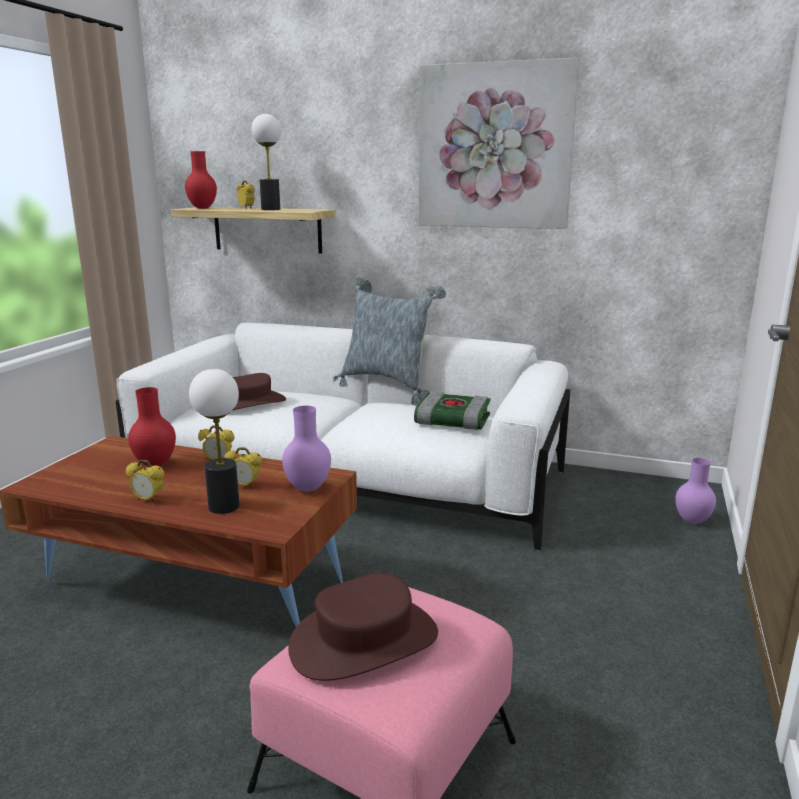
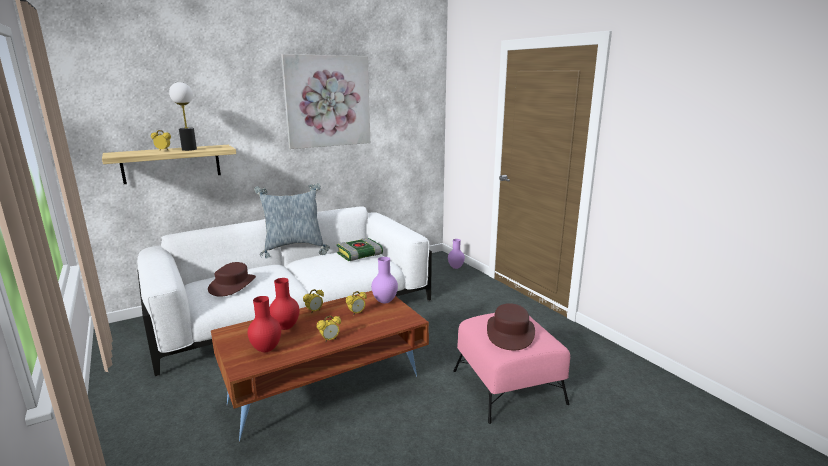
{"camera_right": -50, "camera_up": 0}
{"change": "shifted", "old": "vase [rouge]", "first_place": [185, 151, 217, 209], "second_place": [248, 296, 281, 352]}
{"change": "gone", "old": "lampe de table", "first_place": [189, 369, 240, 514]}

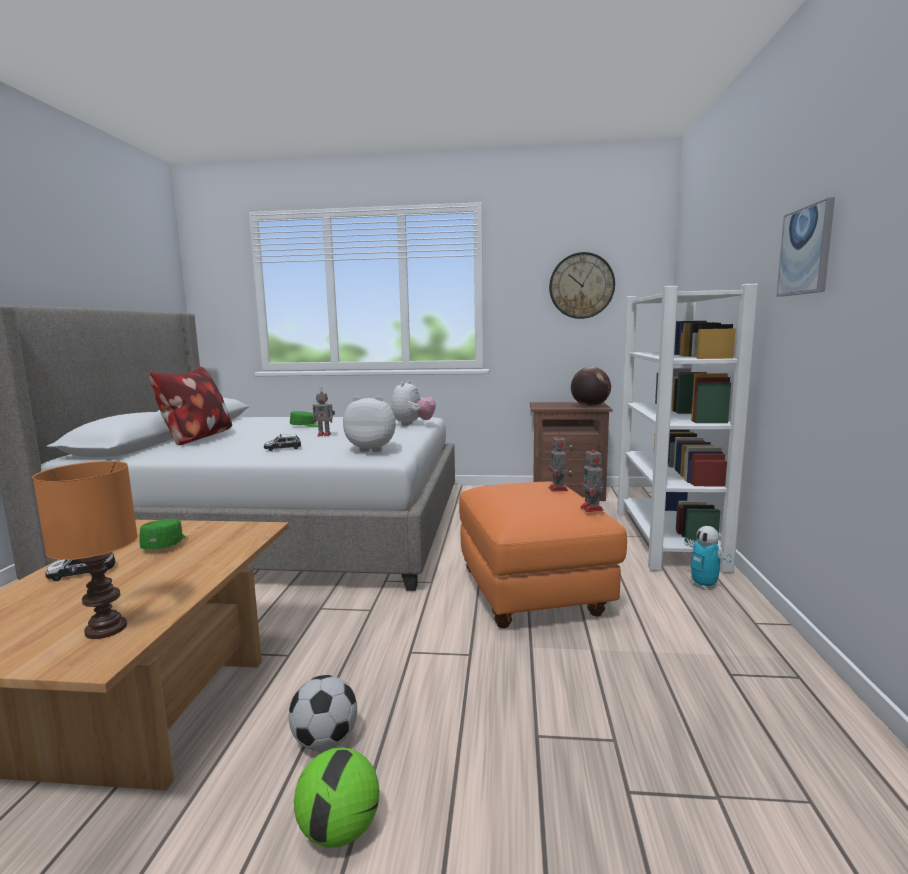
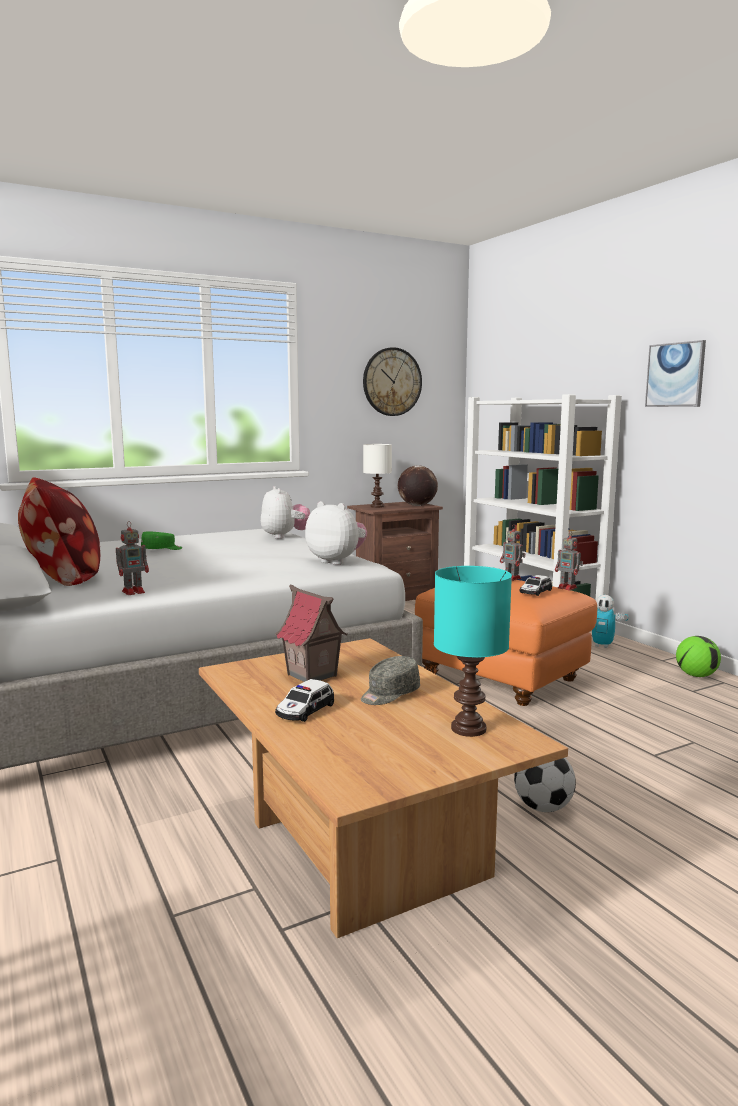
{"camera_right": -35, "camera_up": 0}
{"change": "shifted", "old": "robot jouet", "first_place": [313, 388, 335, 436], "second_place": [116, 521, 149, 595]}
{"change": "swapped", "old": "casquette [vert]", "new": "maison miniature", "first_place": [139, 519, 185, 550], "second_place": [276, 585, 348, 682]}
{"change": "rotated", "old": "peluche", "first_place": [343, 396, 396, 452], "second_place": [305, 501, 367, 565], "degrees": 60}
{"change": "new", "new": "casquette [gris]", "second_place": [361, 656, 420, 705]}
{"change": "new", "new": "lampe de table [blanc]", "second_place": [363, 444, 392, 508]}
{"change": "repainted", "old": "lampe de table [orange]", "new": "lampe de table [turquoise]", "first_place": [32, 461, 138, 639], "second_place": [434, 566, 512, 737]}
{"change": "shifted", "old": "petite voiture", "first_place": [264, 434, 301, 451], "second_place": [520, 575, 552, 596]}
{"change": "shifted", "old": "ballon de foot", "first_place": [294, 748, 379, 848], "second_place": [676, 636, 721, 677]}

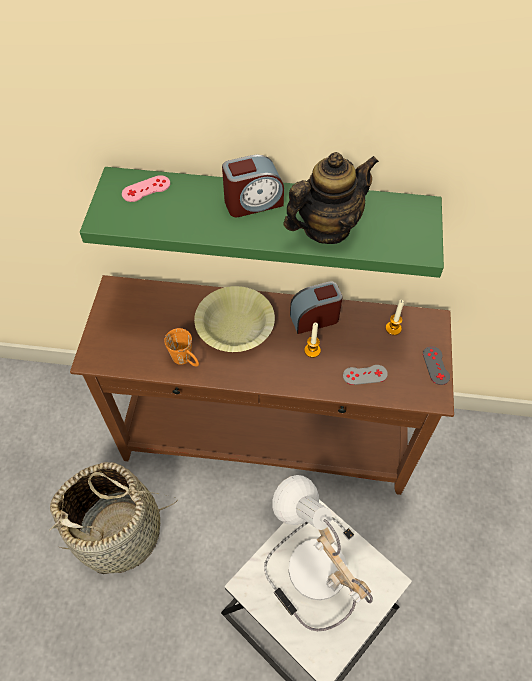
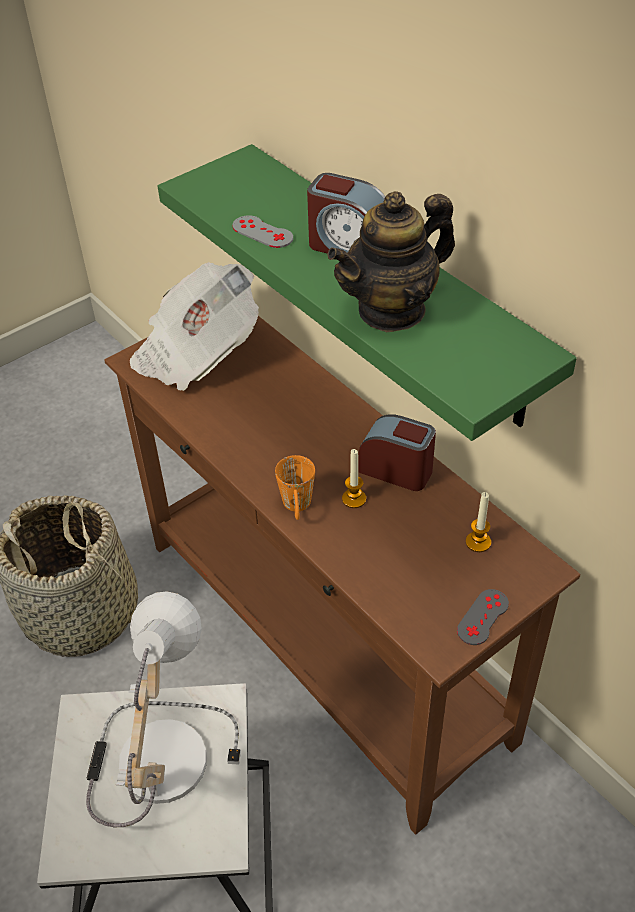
{"camera_right": 45, "camera_up": -10}
{"change": "new", "new": "journal", "second_place": [130, 262, 259, 391]}
{"change": "shifted", "old": "manette [gris]", "first_place": [343, 365, 388, 385], "second_place": [233, 215, 293, 248]}
{"change": "shifted", "old": "mug [orange]", "first_place": [164, 328, 199, 366], "second_place": [275, 455, 315, 520]}
{"change": "rotated", "old": "théière", "first_place": [283, 152, 379, 244], "second_place": [327, 191, 455, 332], "degrees": 135}
{"change": "gone", "old": "manette [rose]", "first_place": [122, 175, 170, 202]}
{"change": "gone", "old": "bol [jaune]", "first_place": [194, 286, 275, 352]}

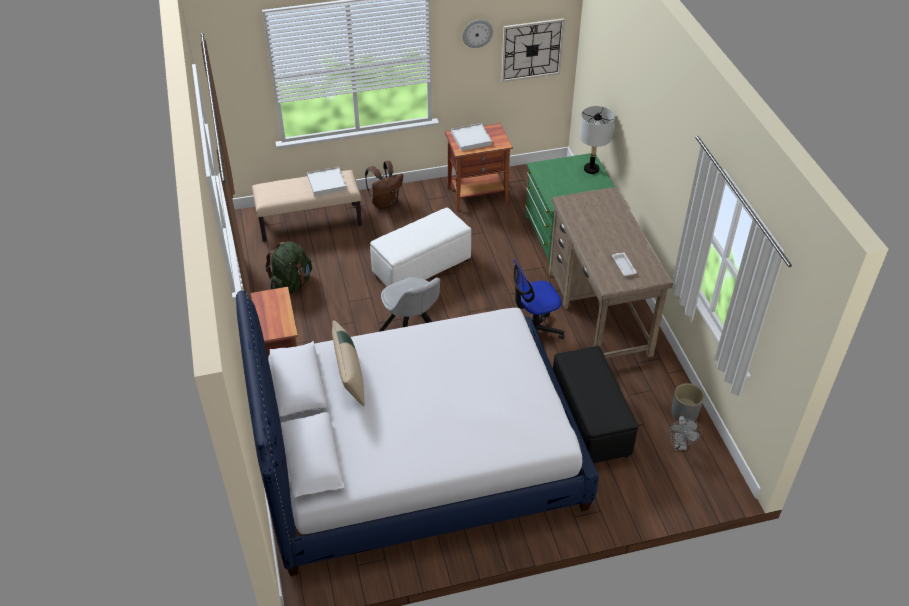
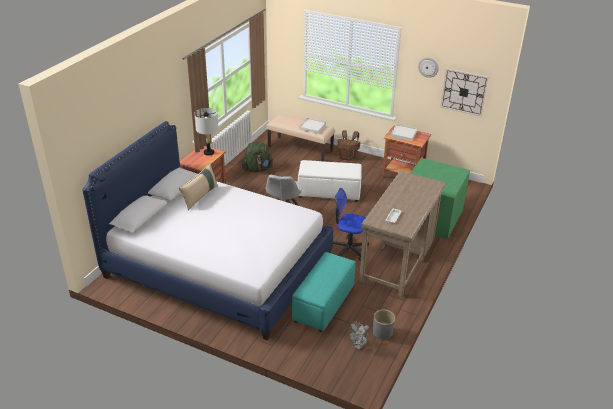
{"camera_right": 40, "camera_up": -10}
{"change": "shifted", "old": "lampe de table [gris]", "first_place": [579, 106, 615, 174], "second_place": [194, 108, 219, 156]}
{"change": "repainted", "old": "pouf [noir]", "new": "pouf [turquoise]", "first_place": [553, 346, 638, 463], "second_place": [292, 252, 356, 332]}

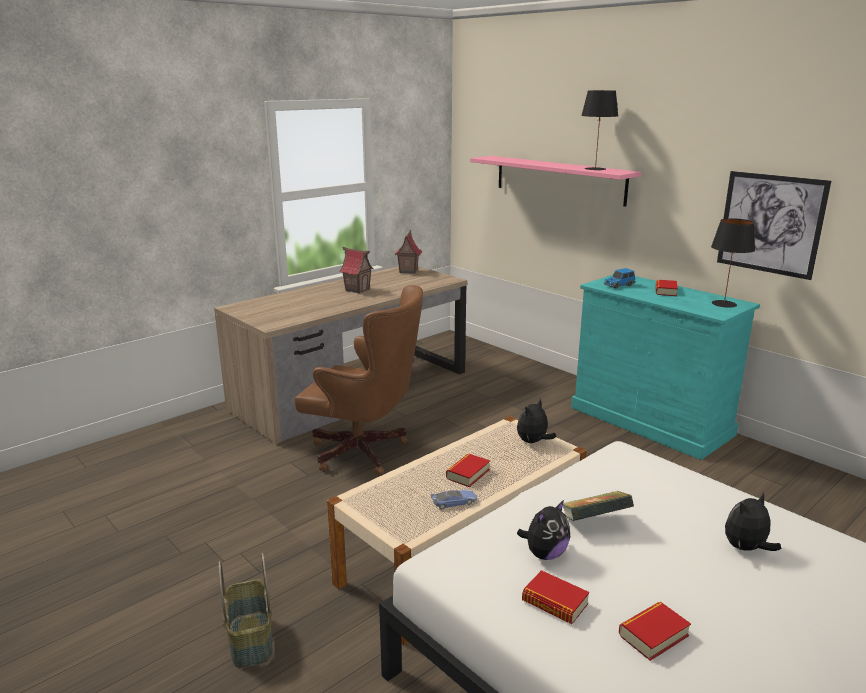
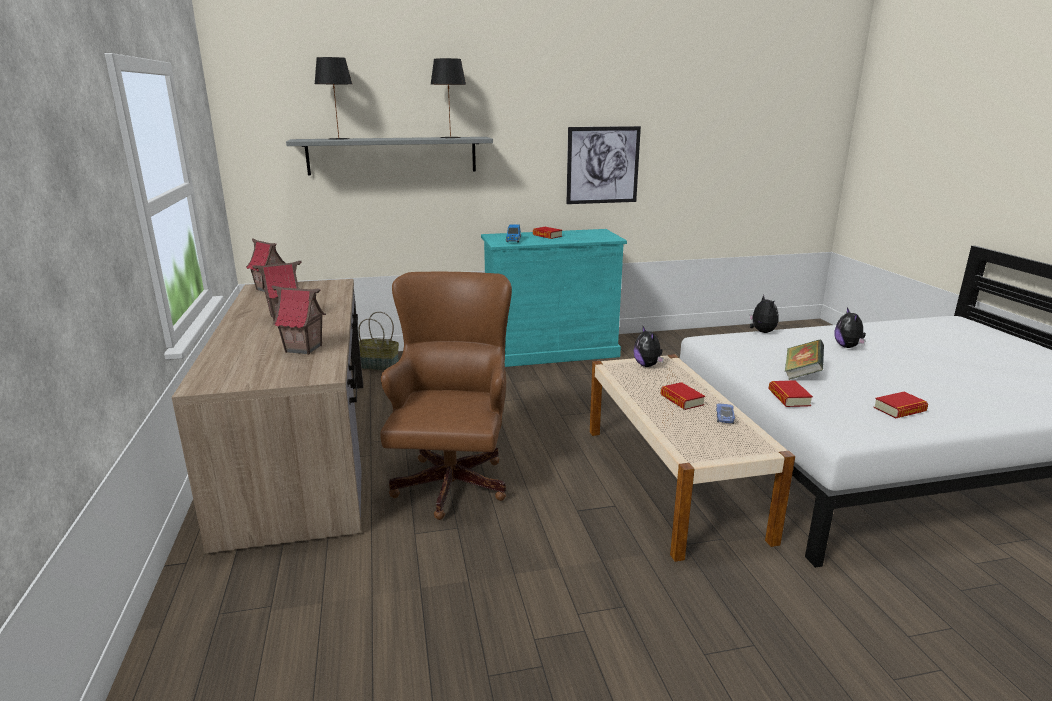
{"camera_right": -60, "camera_up": 0}
{"change": "new", "new": "maison miniature", "second_place": [272, 286, 326, 355]}
{"change": "repainted", "old": "étagère [rose]", "new": "étagère [gris]", "first_place": [470, 156, 642, 207], "second_place": [286, 137, 493, 175]}
{"change": "shifted", "old": "lampe de table [noir]", "first_place": [711, 218, 755, 308], "second_place": [315, 57, 352, 140]}
{"change": "shifted", "old": "panier", "first_place": [219, 553, 272, 668], "second_place": [358, 312, 399, 371]}
{"change": "rotated", "old": "chaise de bureau [marron]", "first_place": [295, 285, 423, 475], "second_place": [380, 272, 512, 520], "degrees": -45}
{"change": "shifted", "old": "peluche", "first_place": [517, 500, 570, 560], "second_place": [749, 295, 778, 333]}
{"change": "shifted", "old": "livre", "first_place": [619, 602, 691, 661], "second_place": [769, 380, 813, 407]}

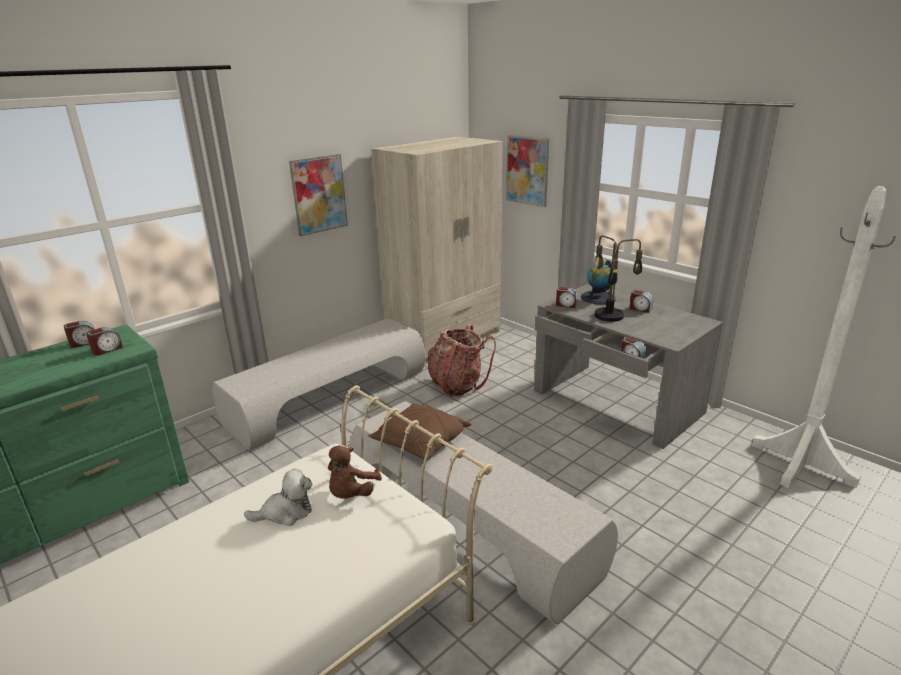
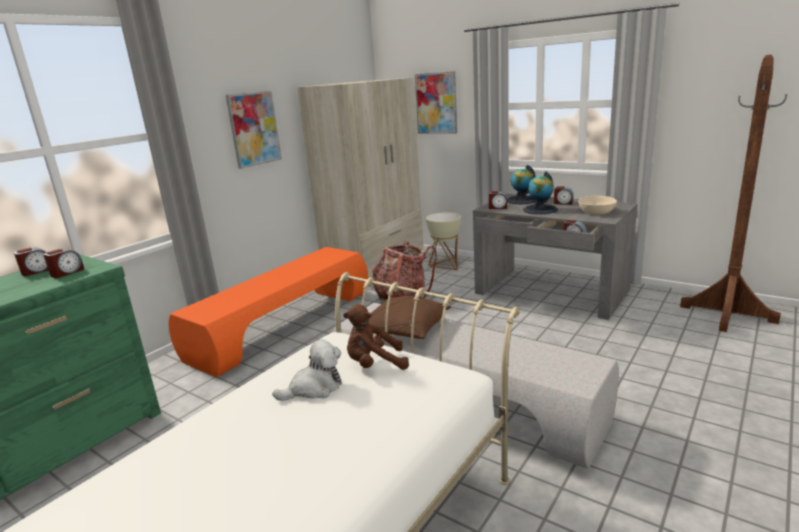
{"camera_right": -10, "camera_up": -5}
{"change": "repainted", "old": "banc [gris]", "new": "banc [orange]", "first_place": [212, 318, 425, 451], "second_place": [169, 247, 368, 377]}
{"change": "rotated", "old": "peluche [marron]", "first_place": [328, 445, 382, 499], "second_place": [343, 304, 409, 370], "degrees": 75}
{"change": "new", "new": "cache-pot", "second_place": [426, 212, 461, 270]}
{"change": "swapped", "old": "lampe de table", "new": "globe", "first_place": [594, 236, 642, 322], "second_place": [523, 172, 558, 214]}
{"change": "new", "new": "bol [beige]", "second_place": [578, 195, 617, 214]}
{"change": "repainted", "old": "portant [blanc]", "new": "portant [marron]", "first_place": [752, 186, 896, 488], "second_place": [680, 55, 787, 332]}

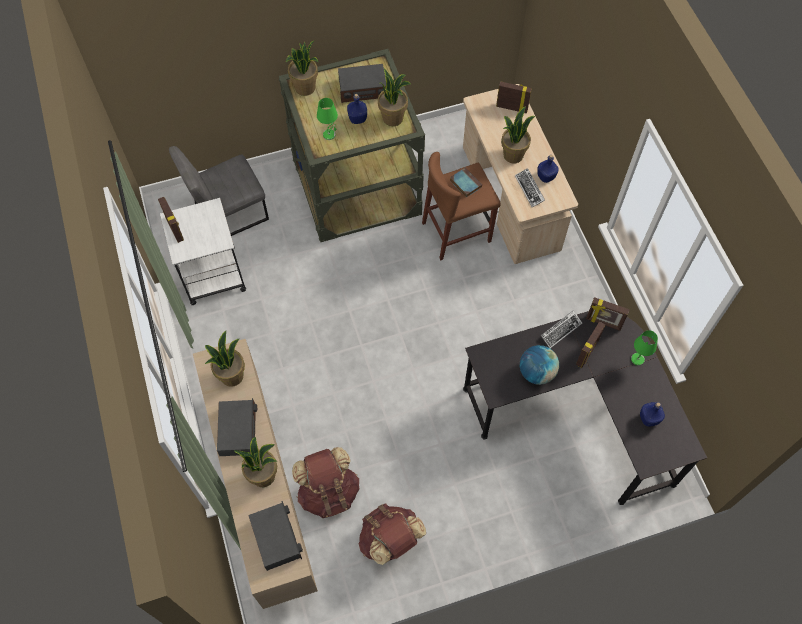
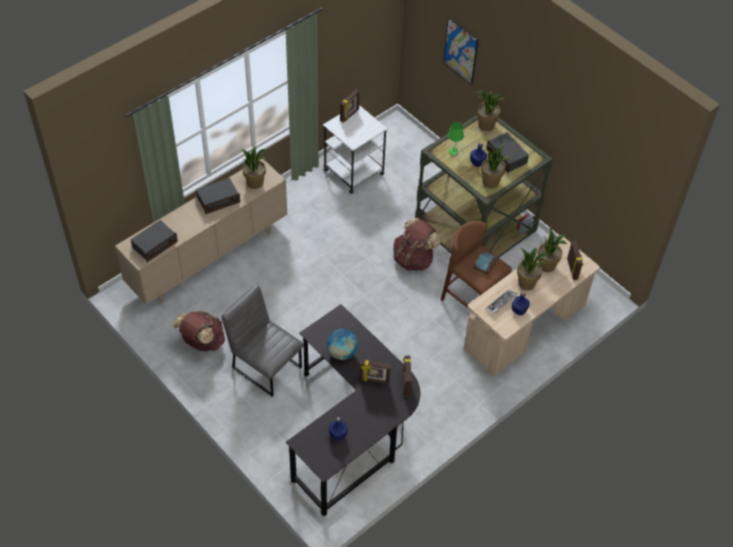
{"camera_right": 65, "camera_up": -10}
{"change": "shifted", "old": "chaise [gris]", "first_place": [169, 146, 269, 236], "second_place": [222, 285, 303, 397]}
{"change": "shifted", "old": "sac à dos [marron]", "first_place": [292, 447, 360, 518], "second_place": [393, 217, 441, 271]}
{"change": "new", "new": "tableau", "second_place": [443, 17, 478, 85]}
{"change": "shifted", "old": "plante en pot", "first_place": [234, 437, 277, 487], "second_place": [537, 227, 567, 272]}
{"change": "gone", "old": "clavier", "first_place": [541, 310, 582, 348]}
{"change": "gone", "old": "lampe de table [vert]", "first_place": [631, 330, 658, 366]}

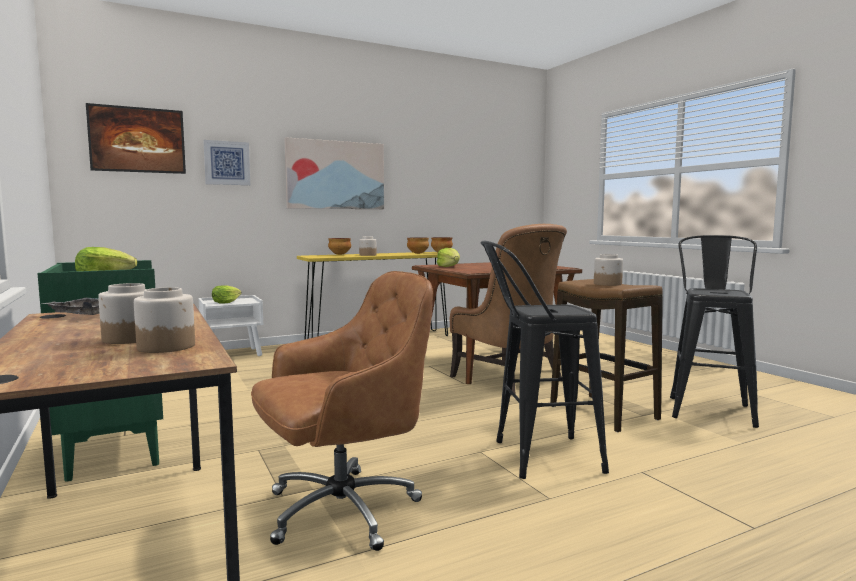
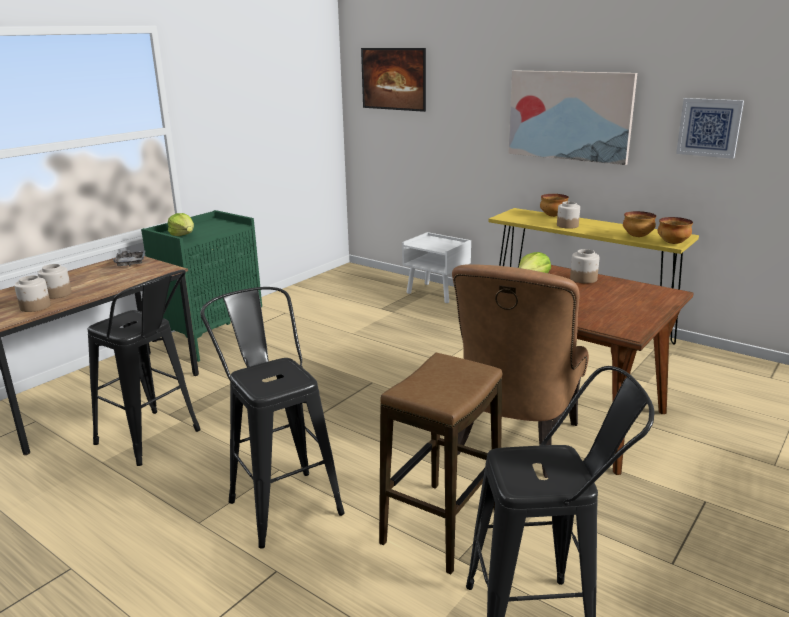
{"camera_right": 65, "camera_up": 15}
{"change": "swapped", "old": "chaise de bureau [marron]", "new": "tabouret [noir]", "first_place": [251, 271, 433, 551], "second_place": [88, 270, 200, 466]}
{"change": "shifted", "old": "bocal", "first_place": [594, 254, 623, 286], "second_place": [570, 249, 600, 283]}
{"change": "shifted", "old": "tableau", "first_place": [203, 140, 250, 185], "second_place": [676, 98, 744, 159]}
{"change": "gone", "old": "laitue", "first_place": [212, 285, 241, 304]}

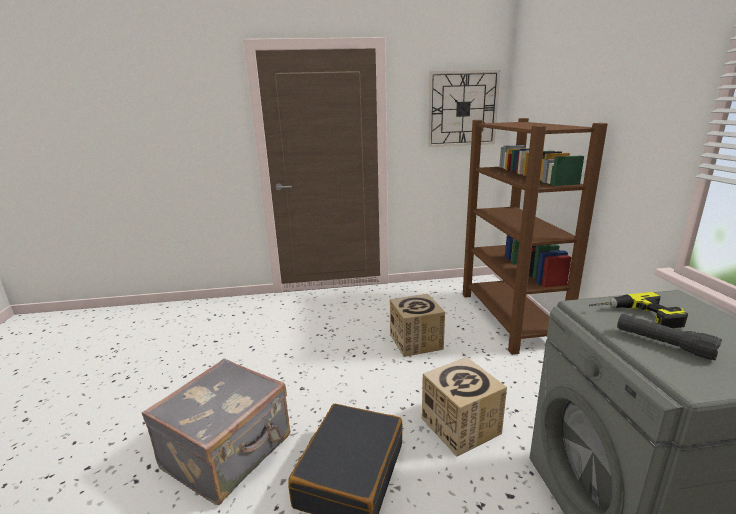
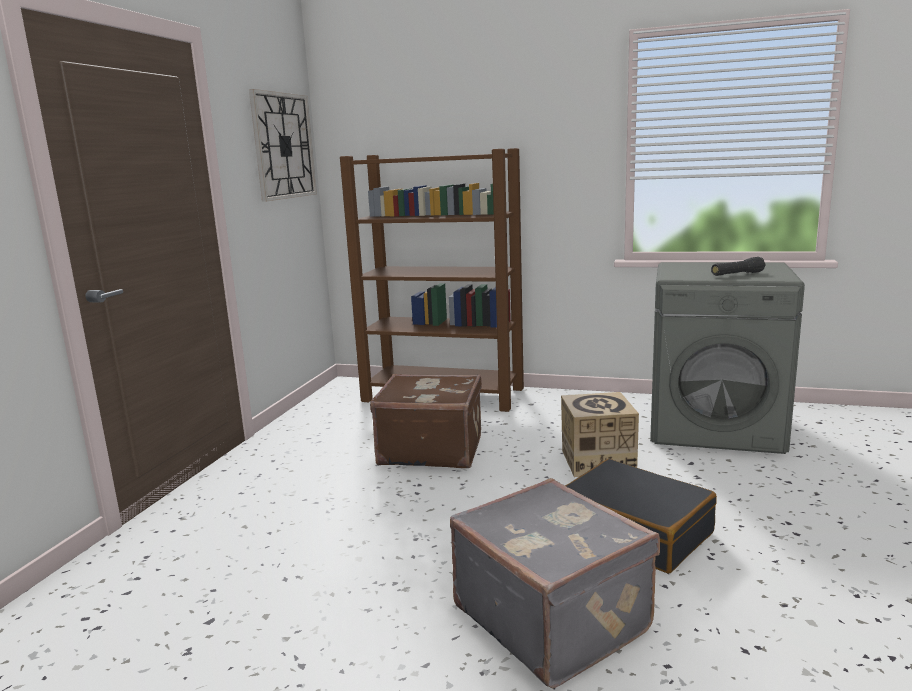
{"camera_right": -65, "camera_up": -5}
{"change": "swapped", "old": "carton", "new": "valise [marron]", "first_place": [390, 294, 445, 357], "second_place": [370, 374, 482, 468]}
{"change": "gone", "old": "perceuse", "first_place": [589, 292, 688, 328]}

